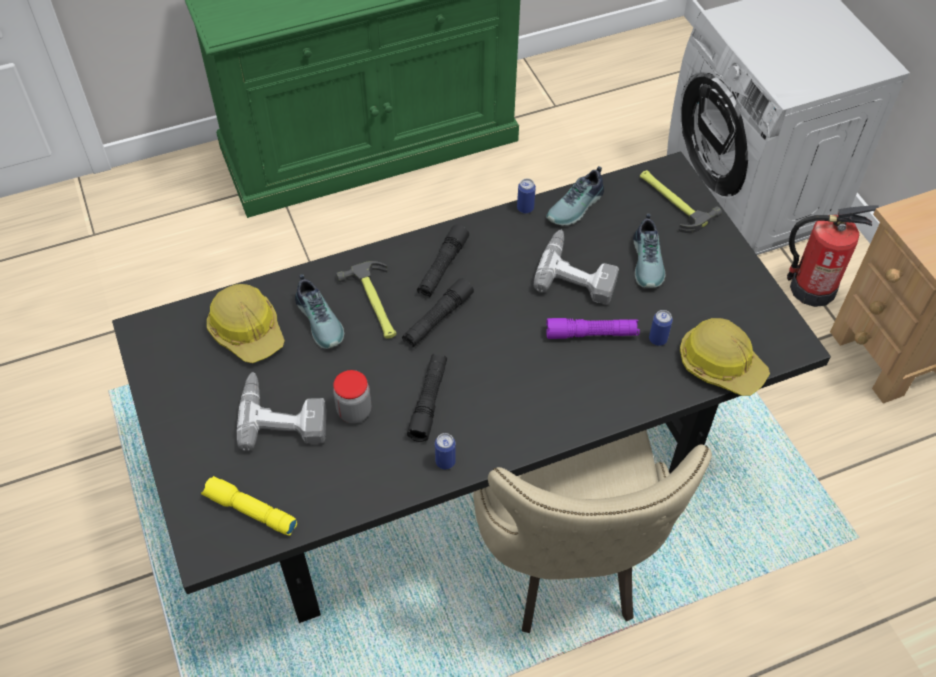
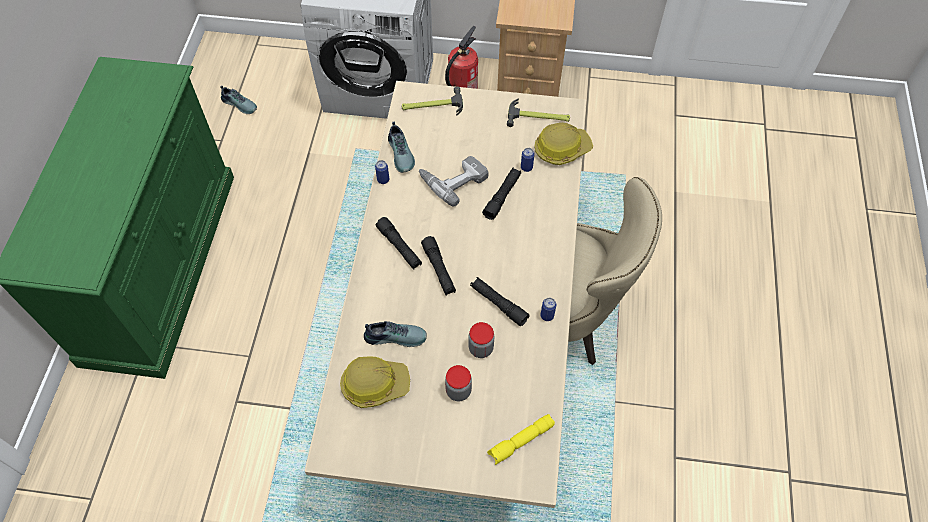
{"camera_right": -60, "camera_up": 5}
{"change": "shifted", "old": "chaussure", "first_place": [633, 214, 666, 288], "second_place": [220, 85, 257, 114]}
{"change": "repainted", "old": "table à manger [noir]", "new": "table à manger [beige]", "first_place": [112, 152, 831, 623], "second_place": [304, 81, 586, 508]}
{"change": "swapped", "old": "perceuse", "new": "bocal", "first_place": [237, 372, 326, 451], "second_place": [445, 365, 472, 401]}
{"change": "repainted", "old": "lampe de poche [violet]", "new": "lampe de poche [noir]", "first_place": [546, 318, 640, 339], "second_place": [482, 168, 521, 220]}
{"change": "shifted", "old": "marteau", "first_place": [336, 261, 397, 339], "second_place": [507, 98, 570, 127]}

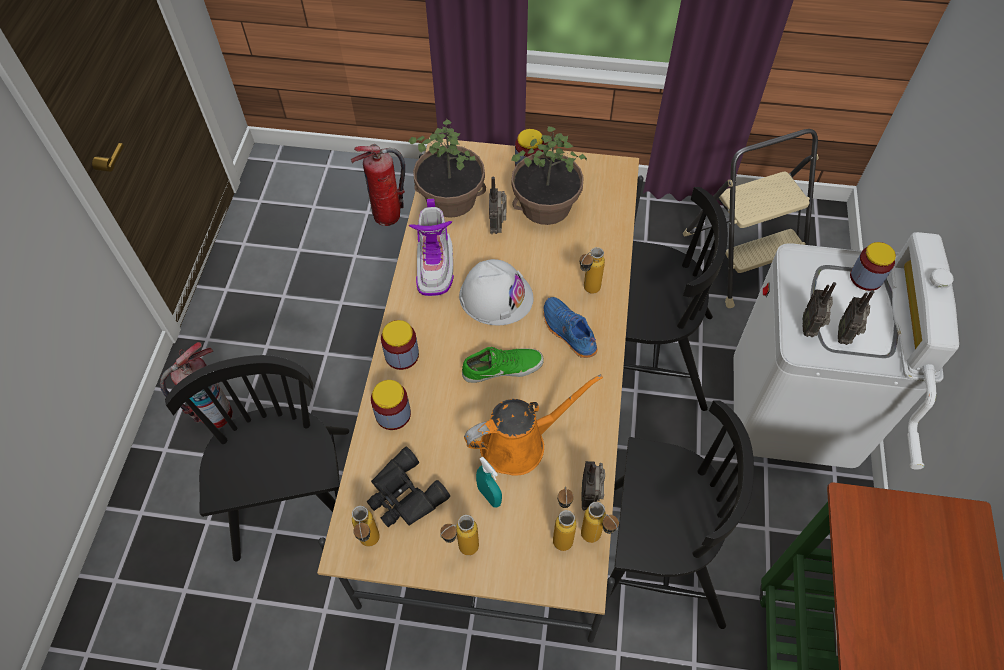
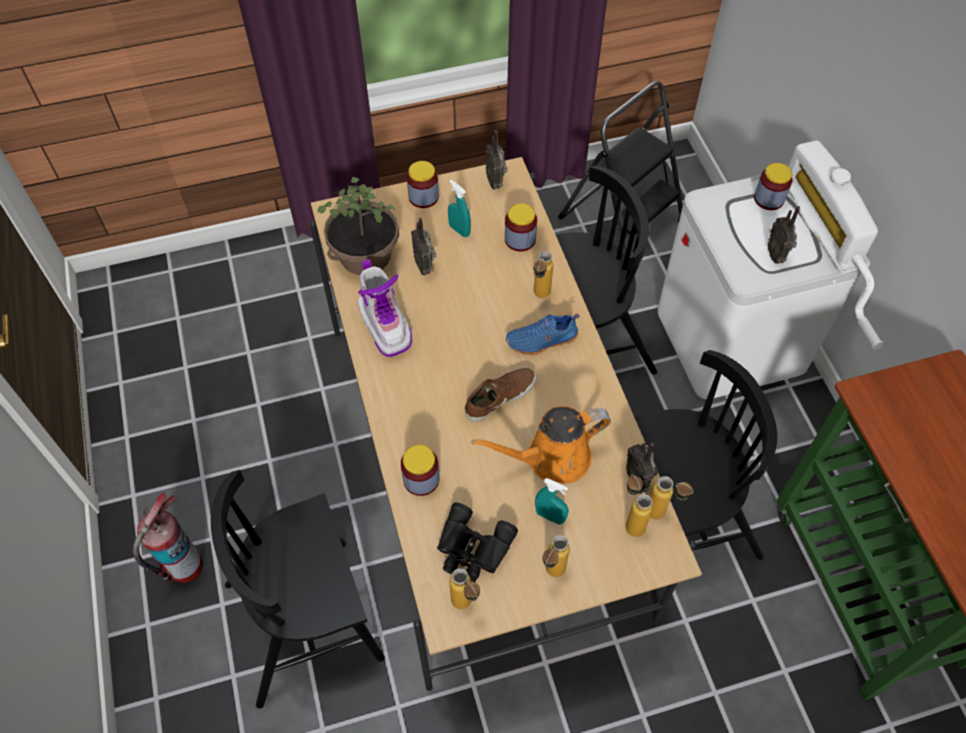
{"camera_right": -25, "camera_up": 0}
{"change": "rotated", "old": "chaise [noir]", "first_place": [165, 355, 349, 562], "second_place": [211, 470, 385, 709], "degrees": -75}
{"change": "swapped", "old": "plante en pot", "new": "vaporisateur [turquoise]", "first_place": [511, 126, 587, 225], "second_place": [448, 180, 471, 237]}
{"change": "repainted", "old": "chaussure [vert]", "new": "chaussure [marron]", "first_place": [462, 347, 544, 383], "second_place": [465, 367, 537, 422]}
{"change": "rotated", "old": "arrosoir [orange]", "first_place": [464, 374, 603, 476], "second_place": [471, 406, 611, 484], "degrees": -150}
{"change": "shifted", "old": "radio", "first_place": [803, 282, 836, 337], "second_place": [486, 130, 507, 190]}
{"change": "shifted", "old": "bocal", "first_place": [381, 320, 419, 370], "second_place": [505, 203, 537, 252]}
{"change": "rotated", "old": "chaussure [bleu]", "first_place": [543, 297, 598, 358], "second_place": [506, 314, 579, 355], "degrees": -45}
{"change": "repainted", "old": "escabeau [beige]", "new": "escabeau [noir]", "first_place": [683, 129, 818, 308], "second_place": [558, 81, 683, 256]}
{"change": "gone", "old": "extincteur", "first_place": [351, 144, 405, 226]}
{"change": "gone", "old": "casque de chantier [blanc]", "first_place": [459, 259, 534, 325]}

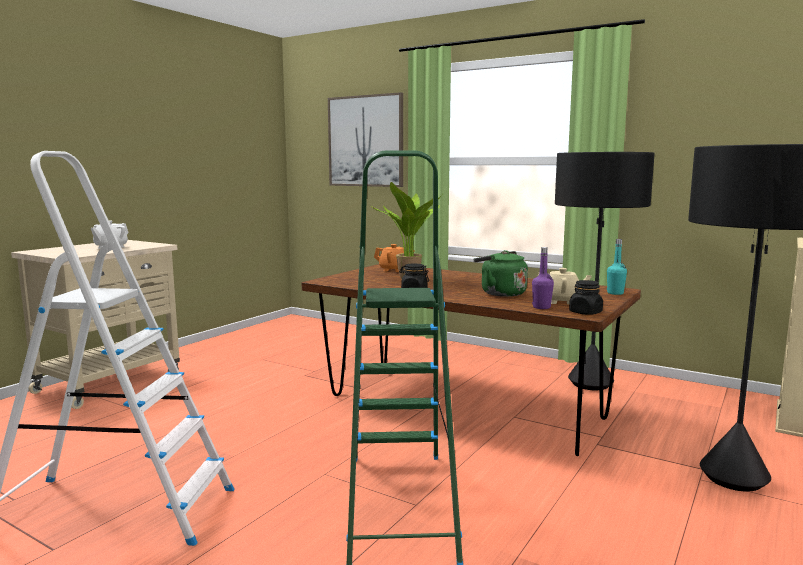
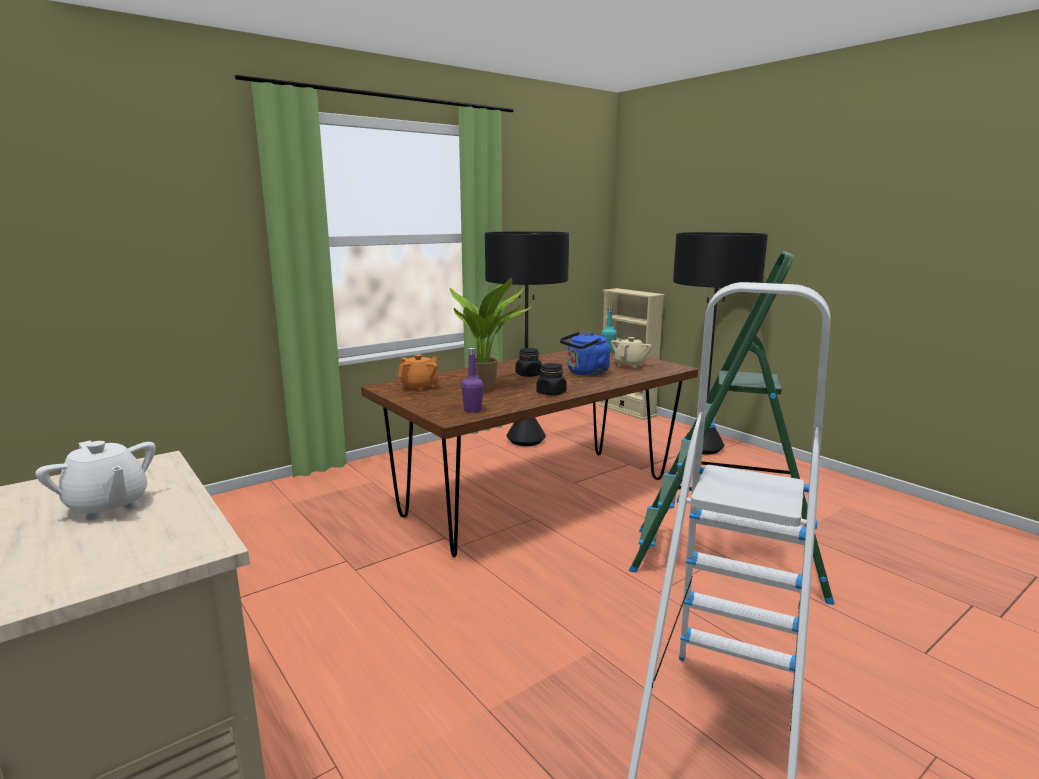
{"camera_right": -70, "camera_up": 5}
{"change": "shifted", "old": "bouteille [violet]", "first_place": [532, 247, 554, 309], "second_place": [461, 348, 484, 413]}
{"change": "shifted", "old": "bocal [noir]", "first_place": [569, 280, 603, 315], "second_place": [516, 348, 542, 377]}
{"change": "repainted", "old": "bouilloire [vert]", "new": "bouilloire [bleu]", "first_place": [473, 250, 528, 297], "second_place": [560, 332, 610, 376]}
{"change": "gone", "old": "tableau", "first_place": [328, 92, 403, 187]}

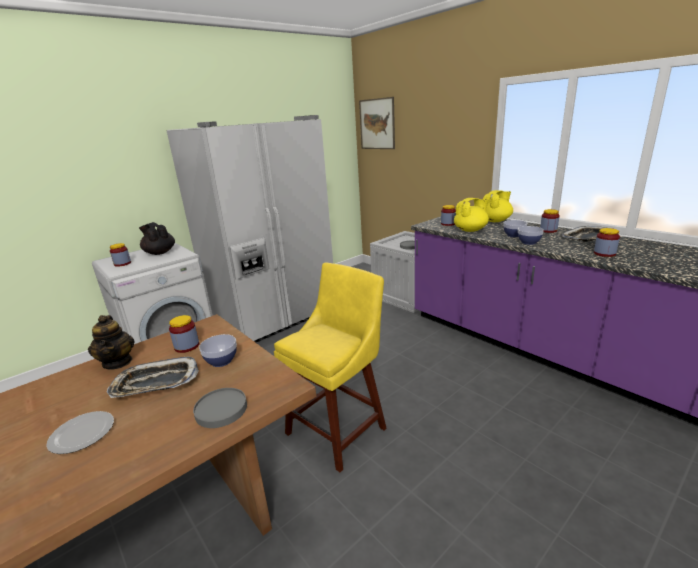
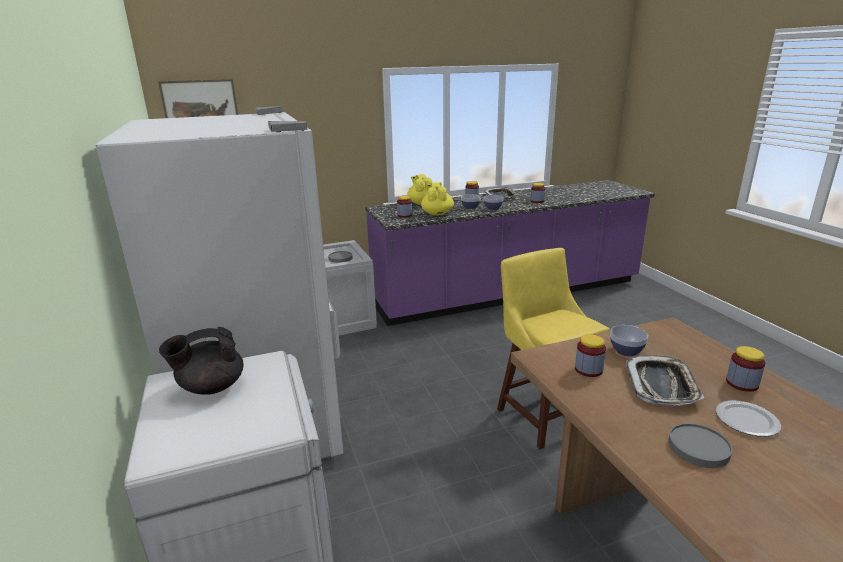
{"camera_right": -70, "camera_up": 0}
{"change": "shifted", "old": "assiette [gris]", "first_place": [193, 388, 247, 428], "second_place": [668, 423, 732, 468]}
{"change": "shifted", "old": "bocal", "first_place": [110, 243, 131, 267], "second_place": [726, 346, 765, 392]}
{"change": "gone", "old": "théière", "first_place": [88, 315, 135, 370]}

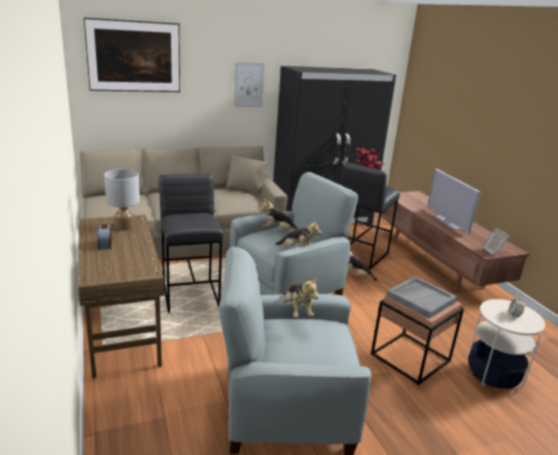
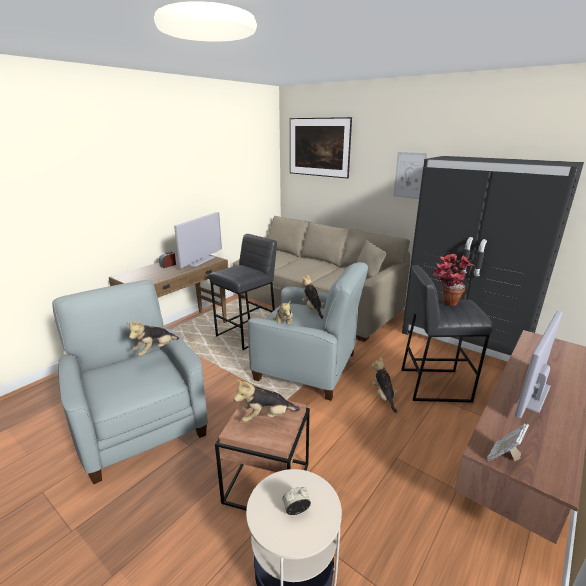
{"camera_right": 60, "camera_up": 0}
{"change": "swapped", "old": "lampe de table [gris]", "new": "téléviseur", "first_place": [104, 169, 140, 230], "second_place": [174, 212, 222, 268]}
{"change": "swapped", "old": "plateau [gris]", "new": "peluche", "first_place": [387, 276, 457, 319], "second_place": [234, 380, 300, 422]}

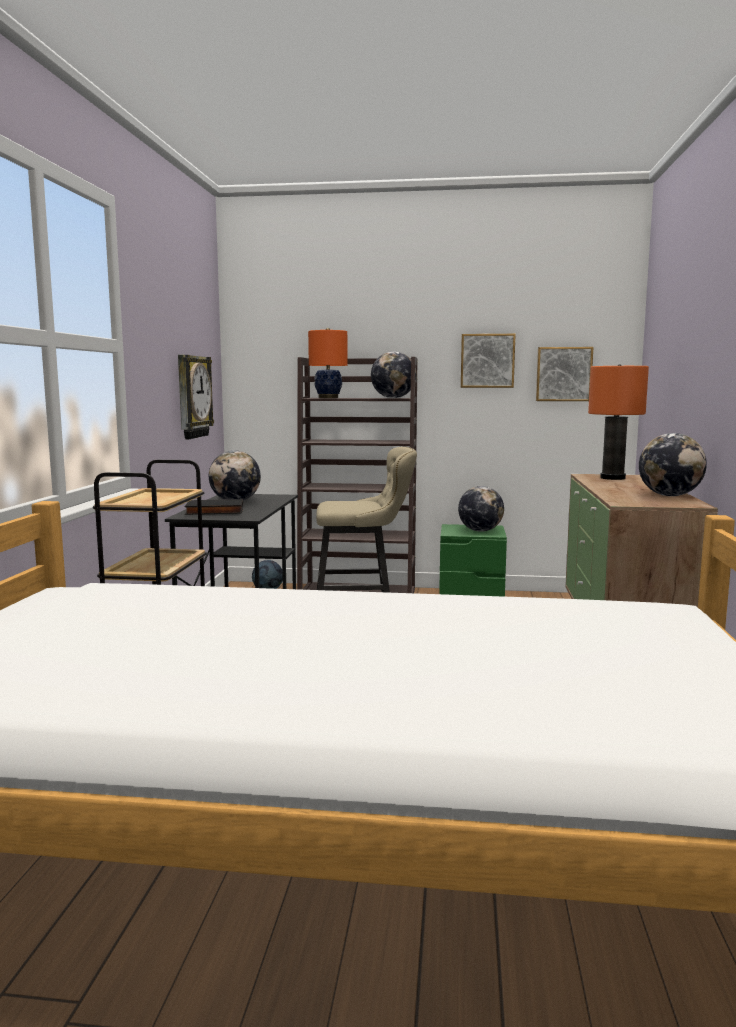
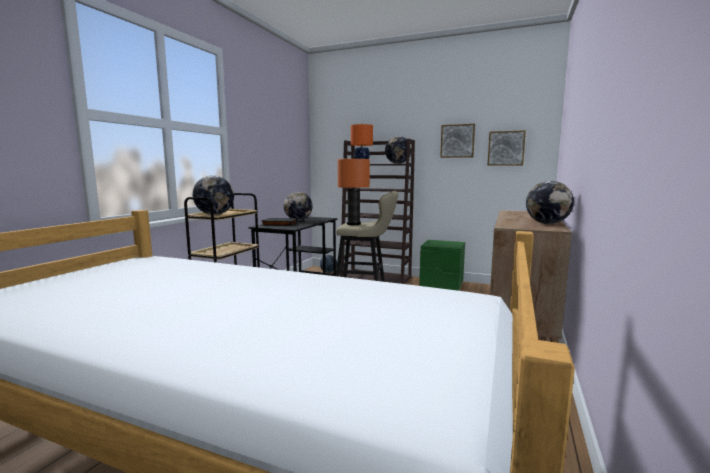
{"camera_right": 15, "camera_up": 0}
{"change": "shifted", "old": "globe", "first_place": [458, 486, 504, 532], "second_place": [193, 175, 234, 215]}
{"change": "shifted", "old": "lampe de table [orange]", "first_place": [588, 364, 649, 480], "second_place": [338, 158, 370, 225]}
{"change": "gone", "old": "horloge murale", "first_place": [178, 355, 214, 439]}

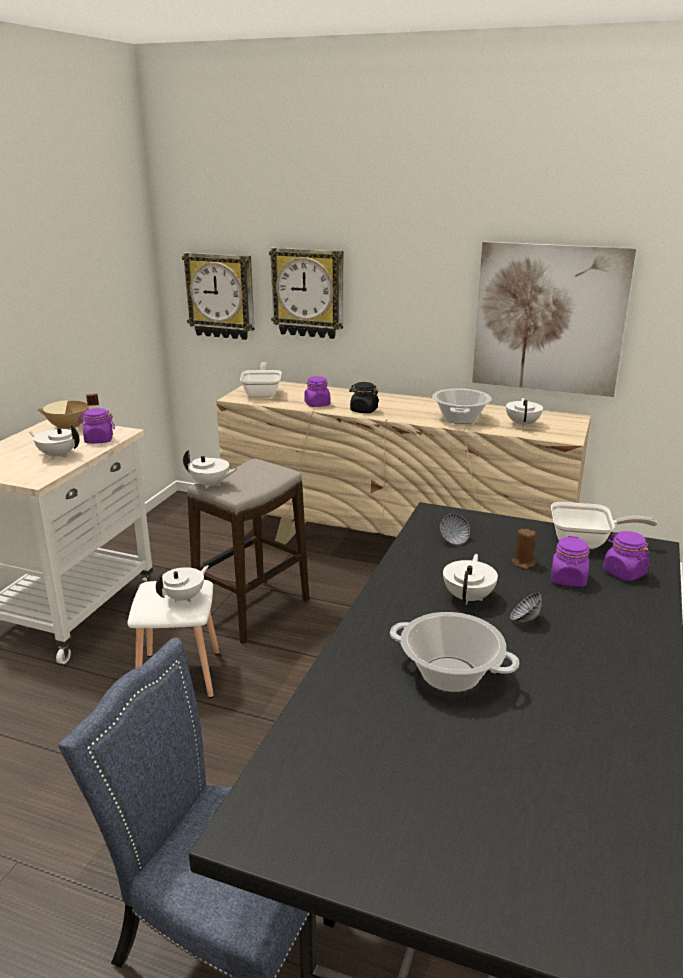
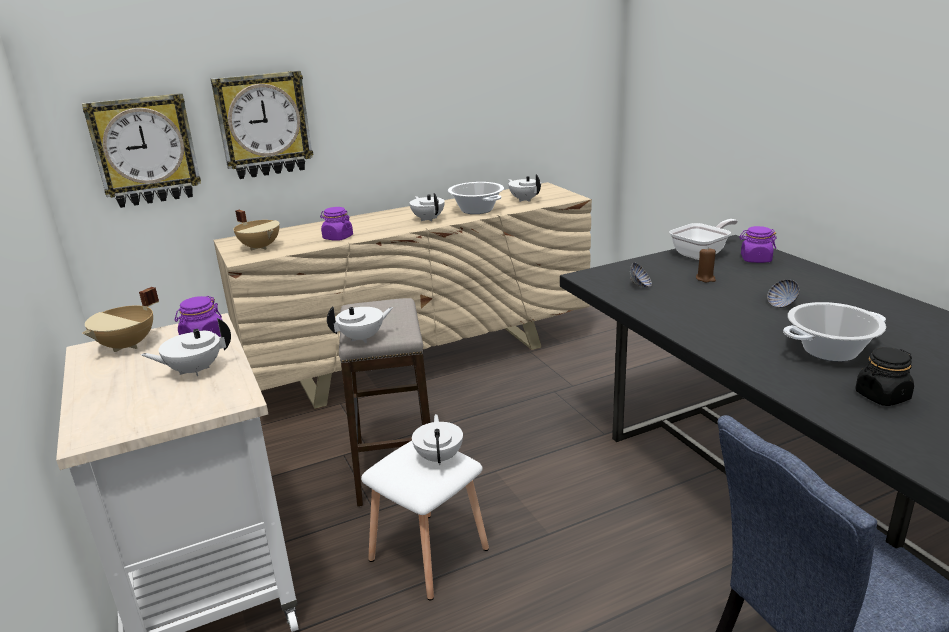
{"camera_right": -45, "camera_up": 0}
{"change": "swapped", "old": "poêle", "new": "marmite [beige]", "first_place": [240, 362, 282, 398], "second_place": [233, 210, 280, 251]}
{"change": "shifted", "old": "théière [blanc]", "first_place": [443, 554, 498, 605], "second_place": [410, 193, 445, 222]}
{"change": "shifted", "old": "bocal [noir]", "first_place": [349, 382, 379, 413], "second_place": [855, 347, 914, 406]}
{"change": "gone", "old": "tableau", "first_place": [472, 241, 636, 397]}
{"change": "gone", "old": "bocal [violet]", "first_place": [551, 536, 589, 587]}

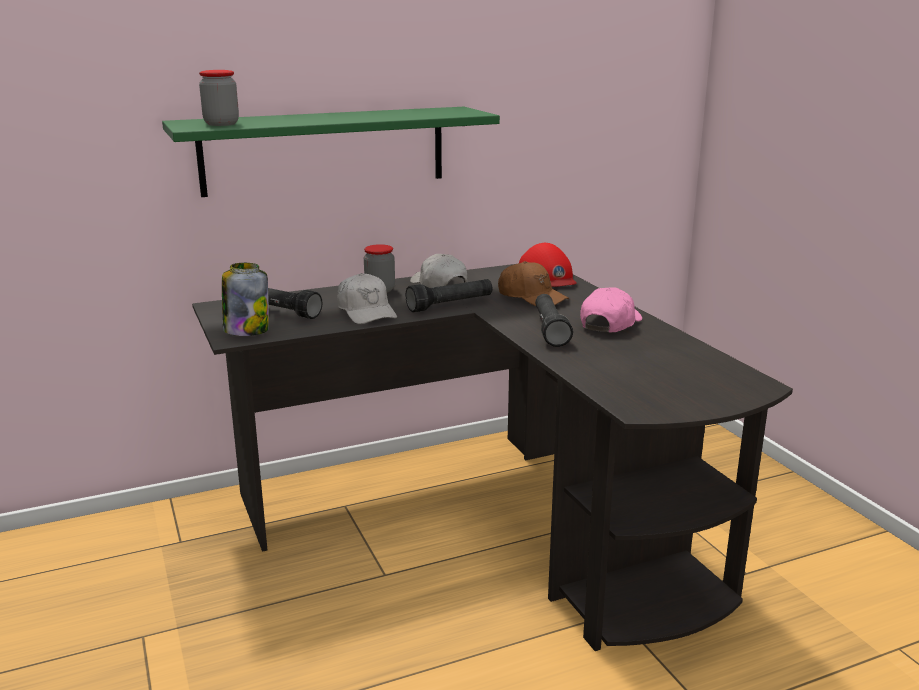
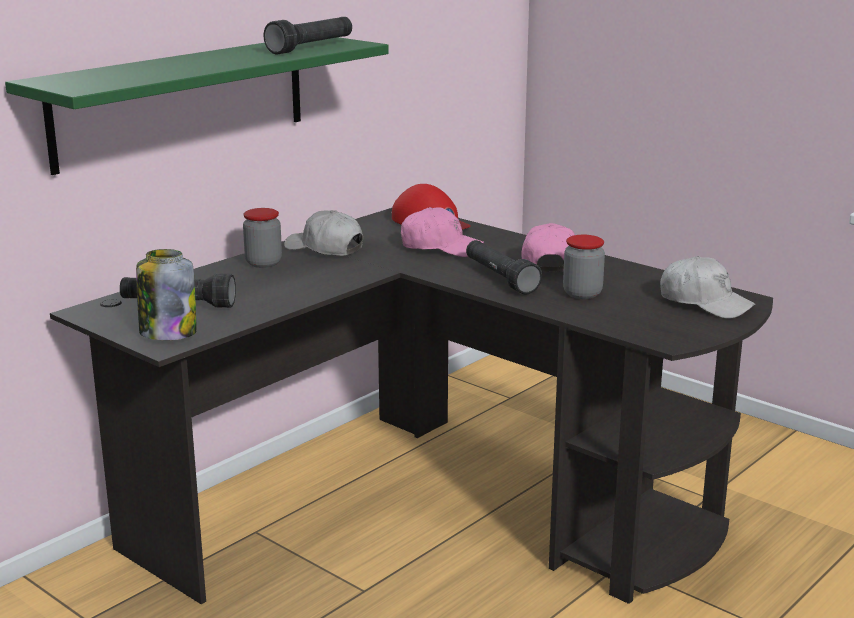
{"camera_right": -25, "camera_up": 0}
{"change": "shifted", "old": "lampe de poche [noir]", "first_place": [406, 279, 493, 313], "second_place": [263, 17, 352, 55]}
{"change": "repainted", "old": "casquette [marron]", "new": "casquette [rose]", "first_place": [498, 261, 569, 306], "second_place": [401, 207, 484, 257]}
{"change": "shifted", "old": "bocal", "first_place": [199, 70, 239, 126], "second_place": [563, 235, 605, 299]}
{"change": "shifted", "old": "casquette [blanc]", "first_place": [337, 273, 397, 324], "second_place": [660, 256, 755, 319]}

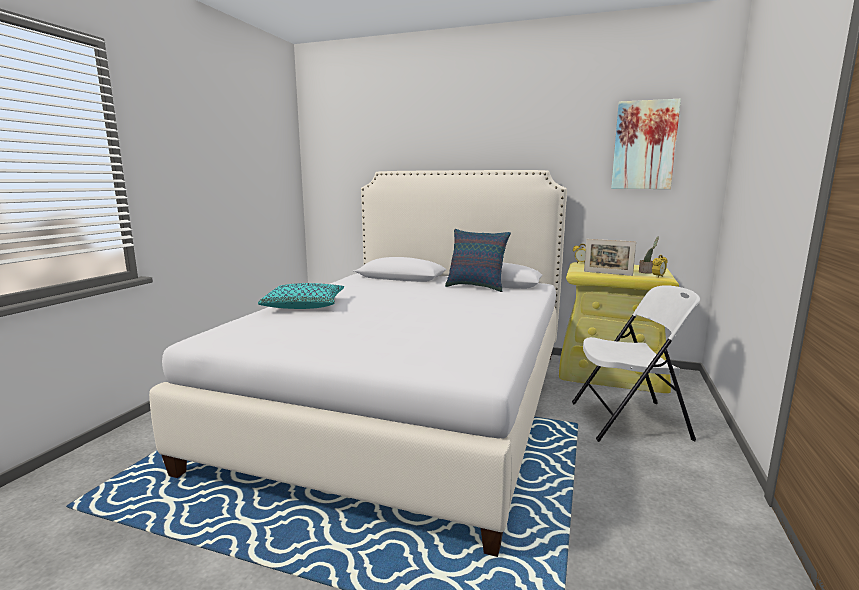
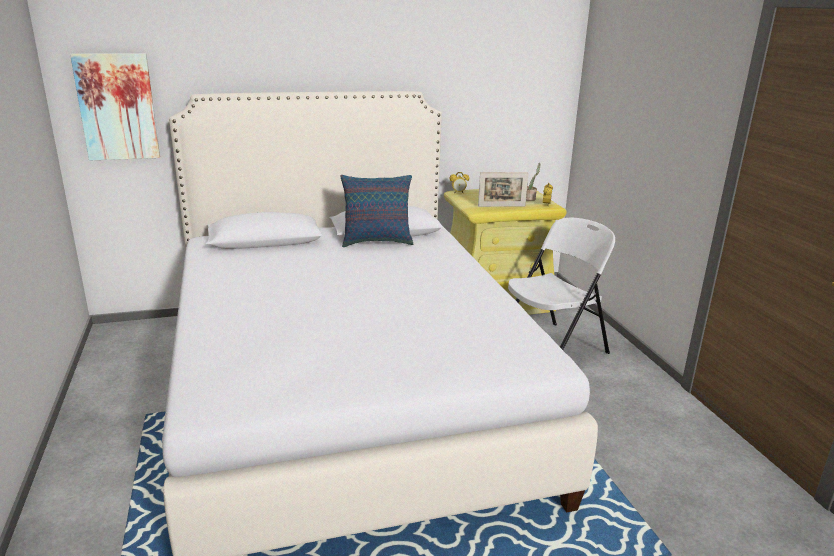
{"camera_right": -35, "camera_up": 10}
{"change": "shifted", "old": "tableau", "first_place": [611, 99, 681, 189], "second_place": [70, 53, 160, 161]}
{"change": "gone", "old": "coussin [turquoise]", "first_place": [258, 283, 344, 309]}

